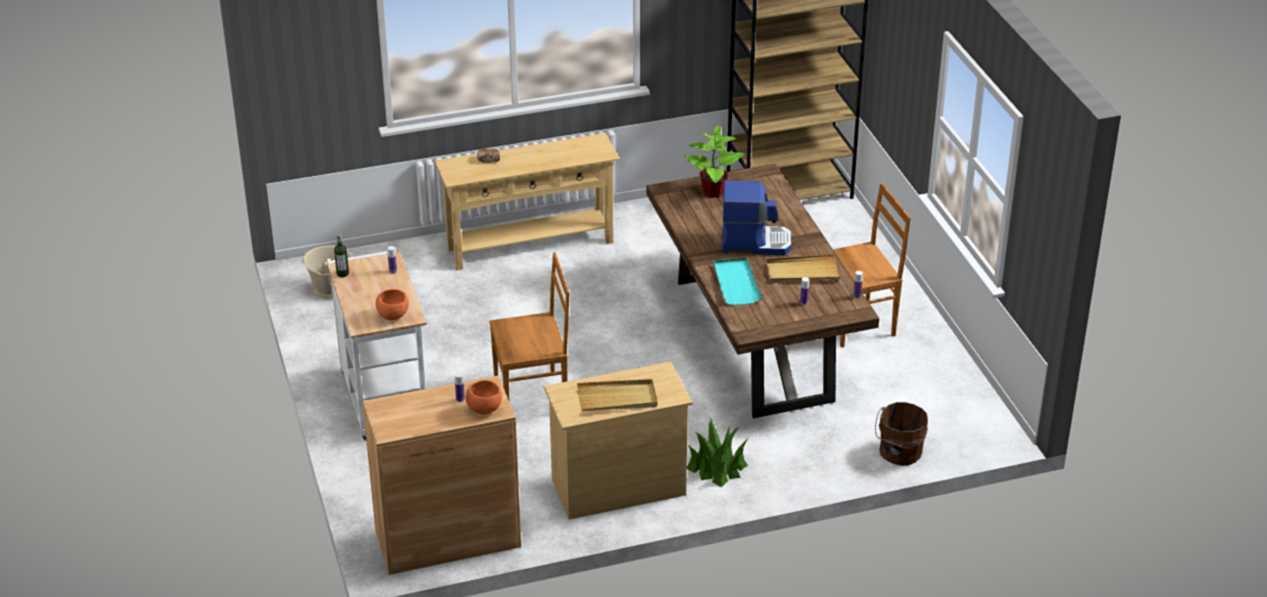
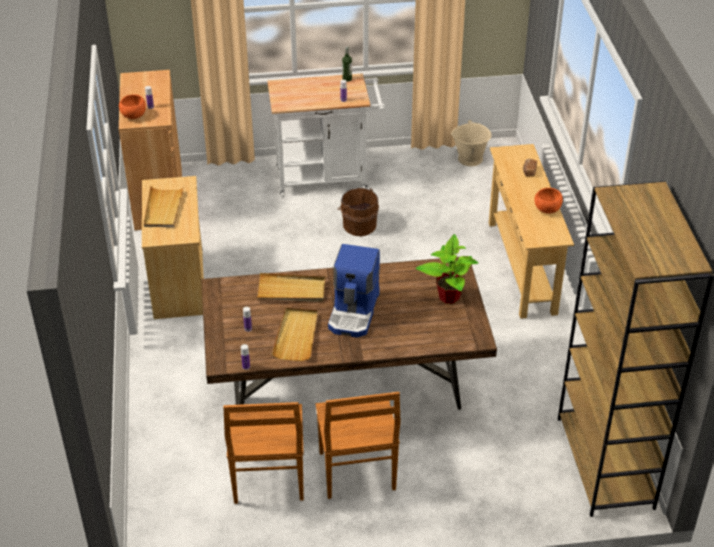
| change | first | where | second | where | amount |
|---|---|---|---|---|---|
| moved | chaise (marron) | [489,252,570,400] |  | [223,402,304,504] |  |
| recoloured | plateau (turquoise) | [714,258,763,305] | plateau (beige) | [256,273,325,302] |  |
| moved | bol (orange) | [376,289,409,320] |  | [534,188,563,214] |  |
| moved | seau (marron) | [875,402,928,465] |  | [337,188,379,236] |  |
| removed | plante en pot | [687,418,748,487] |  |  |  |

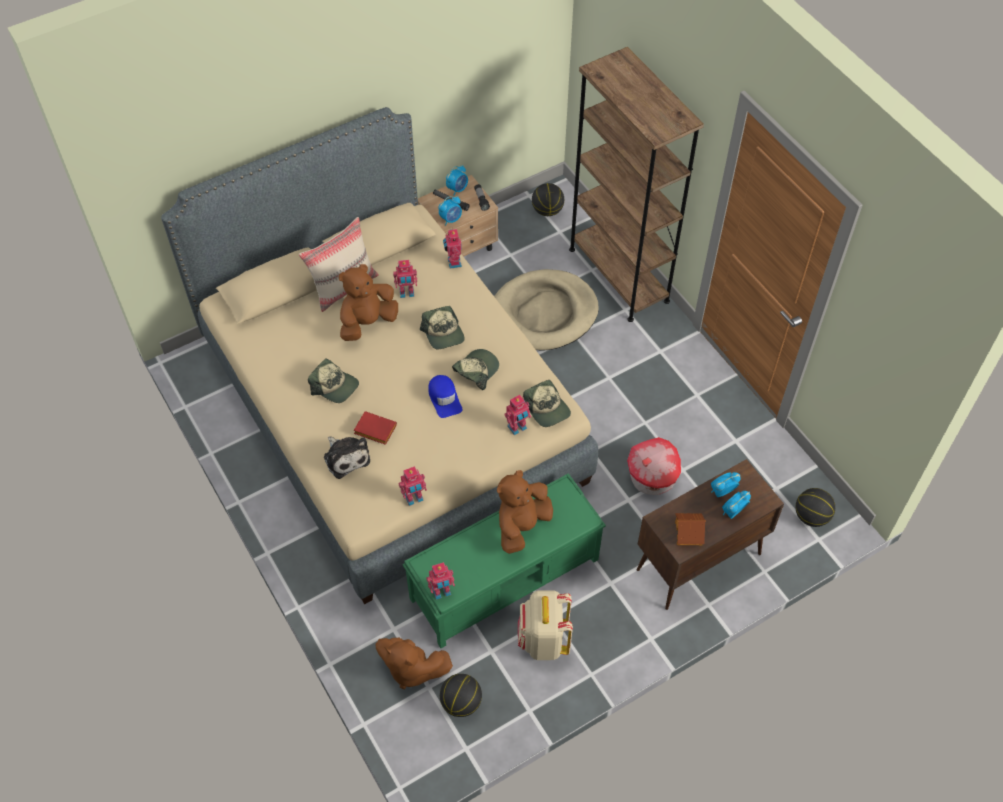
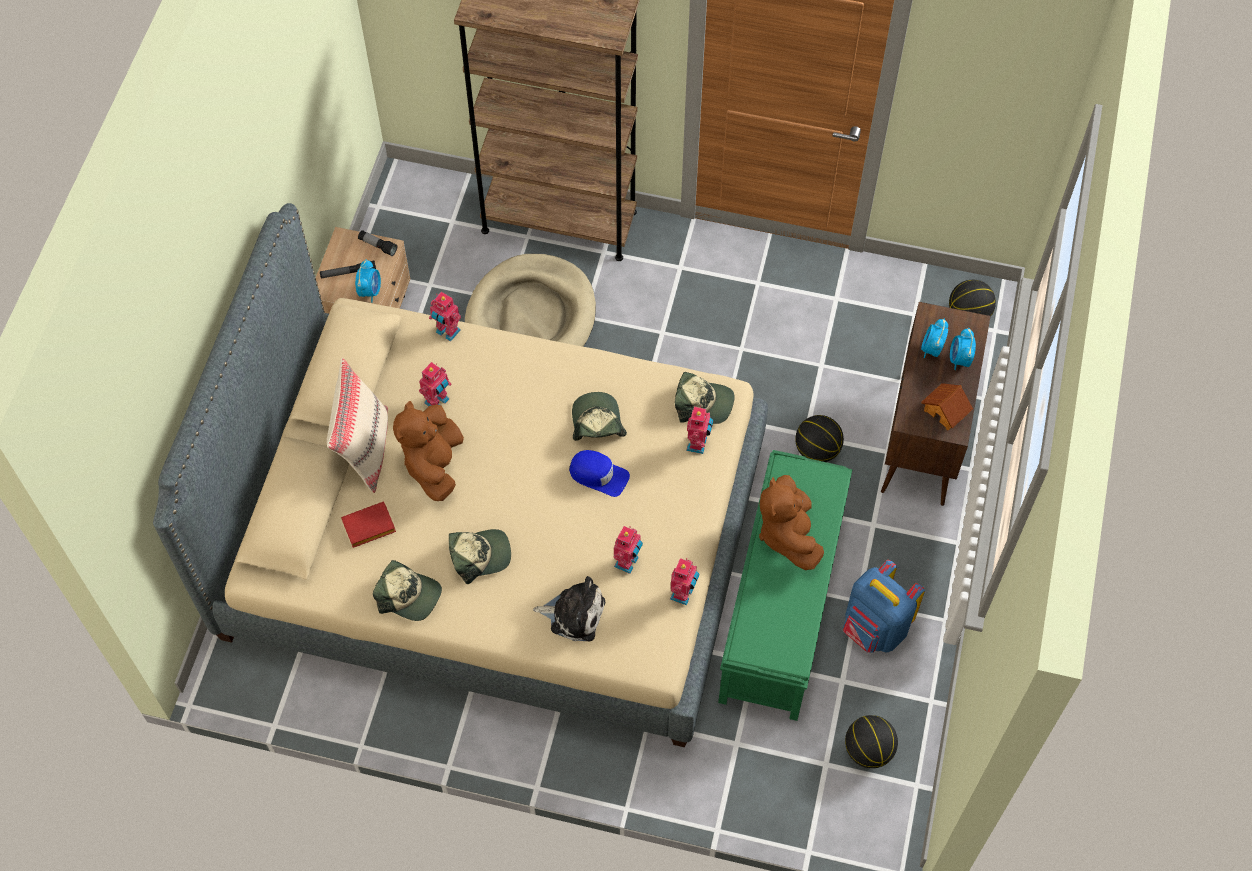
| change | first | where | second | where | amount |
|---|---|---|---|---|---|
| removed | réveil | [446,165,468,196] |  |  |  |
| moved | ballon de basket | [532,183,564,216] |  | [795,415,844,462] |  |
| moved | casquette | [420,306,465,349] |  | [373,560,442,621] |  |
| moved | livre (rouge) | [354,411,397,445] |  | [341,501,396,548] |  |
| removed | maison miniature | [627,437,681,495] |  |  |  |
| moved | robot jouet | [426,562,455,600] |  | [614,526,643,574] |  |
| recoloured | sac à dos (beige) | [518,590,573,660] | sac à dos (bleu) | [843,560,925,653] |  |
| removed | peluche (marron) | [376,638,453,689] |  |  |  |

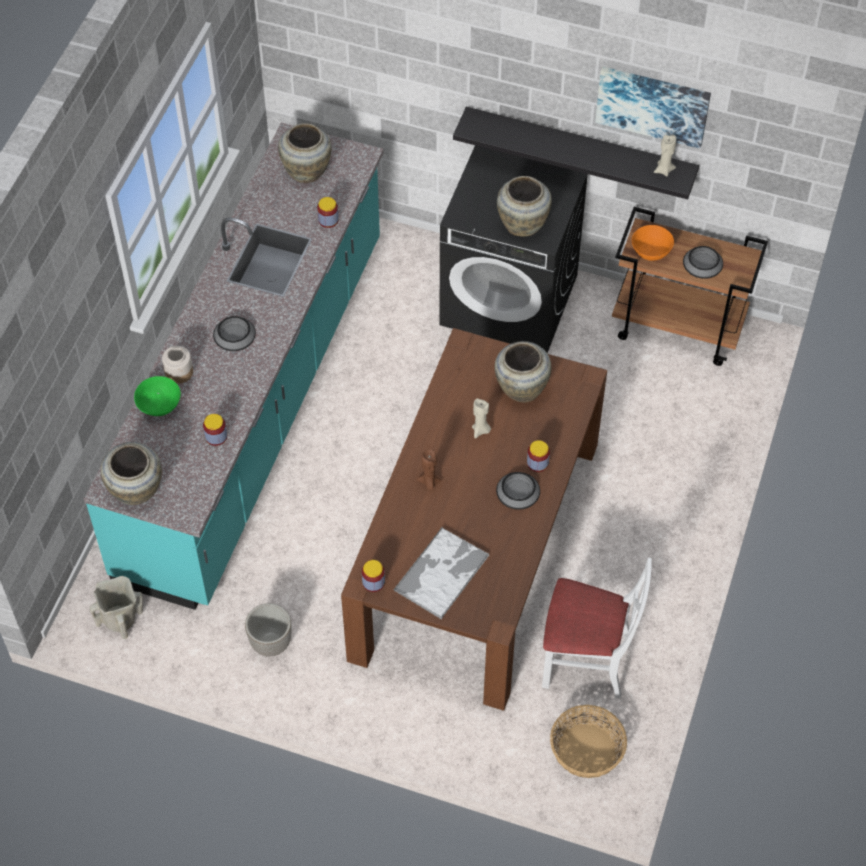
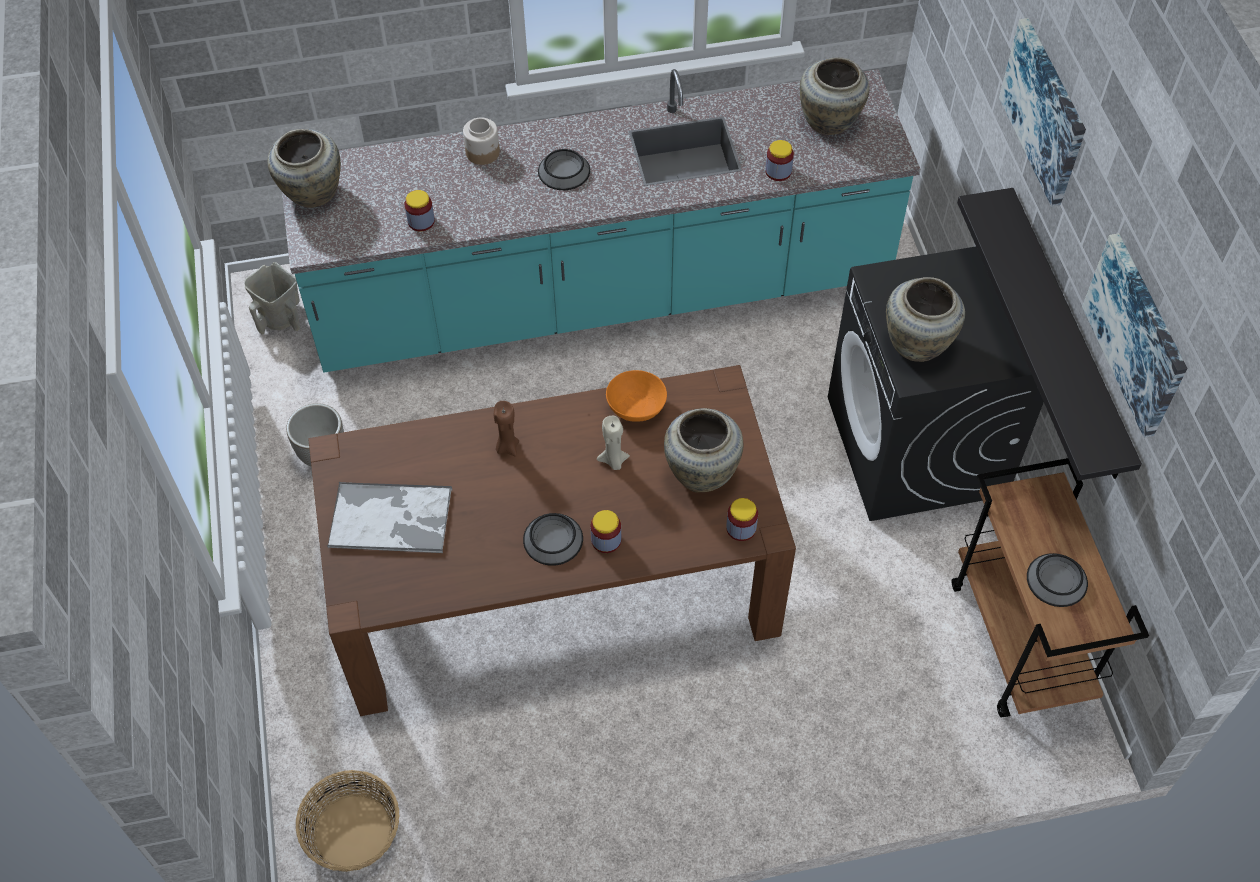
| change | first | where | second | where | amount |
|---|---|---|---|---|---|
| removed | bougie (beige) | [654,135,676,176] |  |  |  |
| moved | bol (orange) | [632,225,674,261] |  | [606,370,667,422] |  |
| removed | bol (vert) | [134,376,181,416] |  |  |  |
| removed | chaise (blanc) | [542,558,652,698] |  |  |  |
| moved | bocal | [362,560,385,592] |  | [726,498,758,541] |  |
| added |  |  | tableau | [999,18,1086,207] |  |

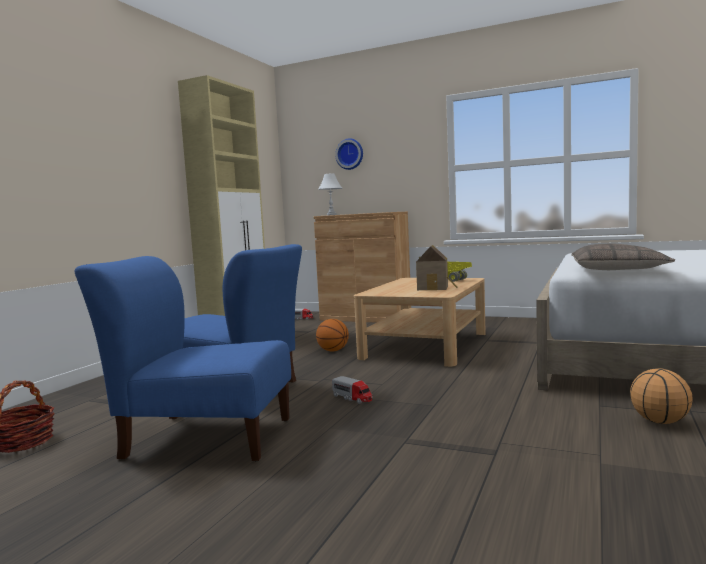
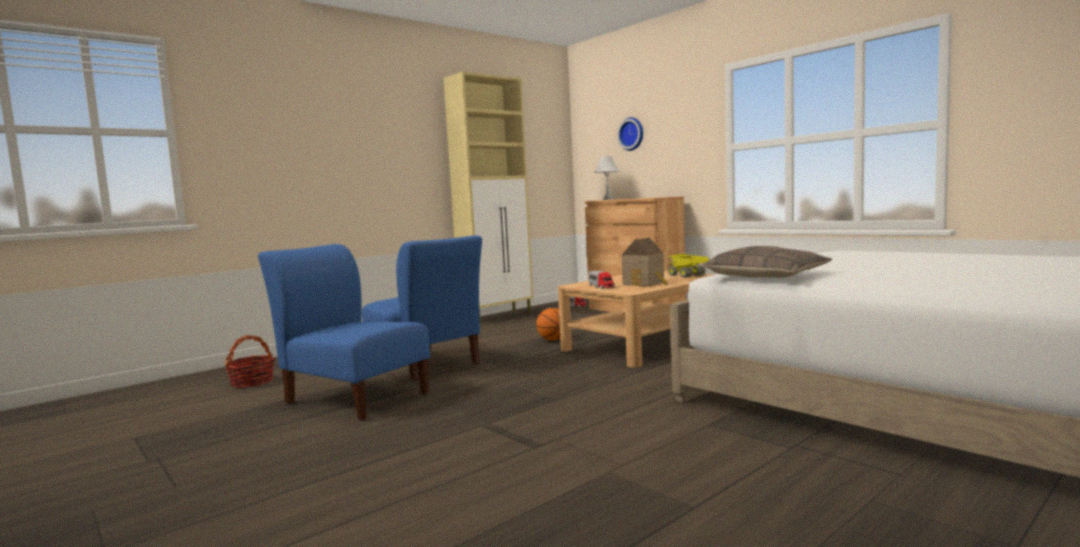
| change | first | where | second | where | amount |
|---|---|---|---|---|---|
| removed | ballon de basket | [630,368,693,424] |  |  |  |
| moved | camion jouet | [332,376,372,404] |  | [589,271,615,289] |  |

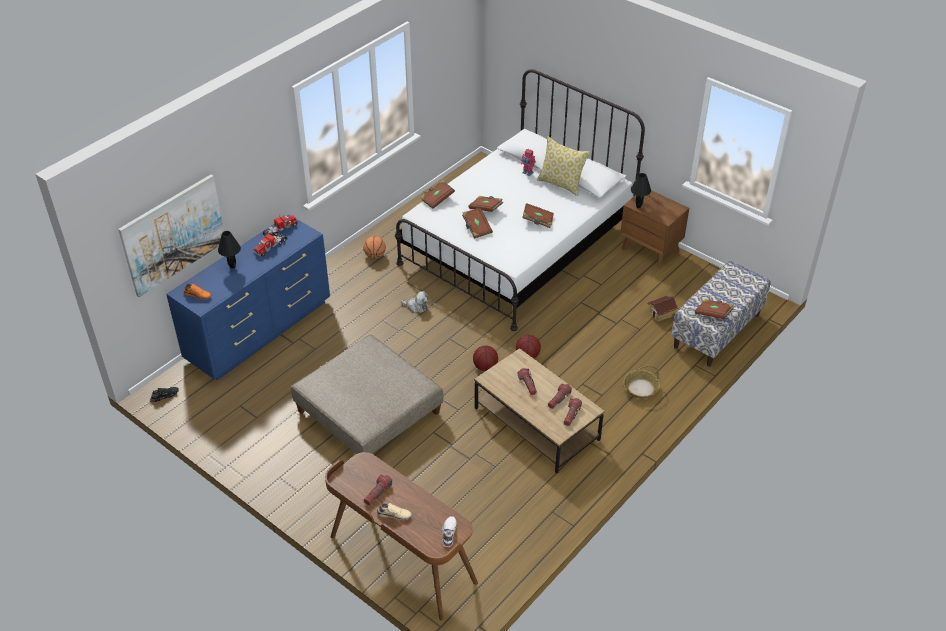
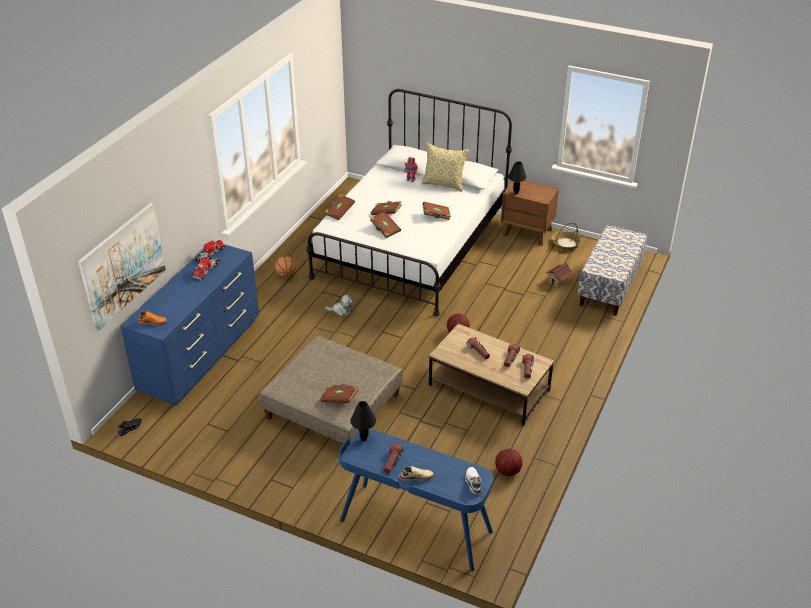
| change | first | where | second | where | amount |
|---|---|---|---|---|---|
| moved | lampe de table (noir) | [218,231,241,269] |  | [351,401,376,441] |  |
| moved | livre (marron) | [695,299,734,319] |  | [320,384,358,403] |  |
| moved | ballon de basket | [473,346,498,371] |  | [495,449,523,476] |  |
| moved | panier | [623,365,660,399] |  | [552,222,581,250] |  |
| recoloured | bureau (marron) | [325,452,478,620] | bureau (bleu) | [339,429,494,571] |  |

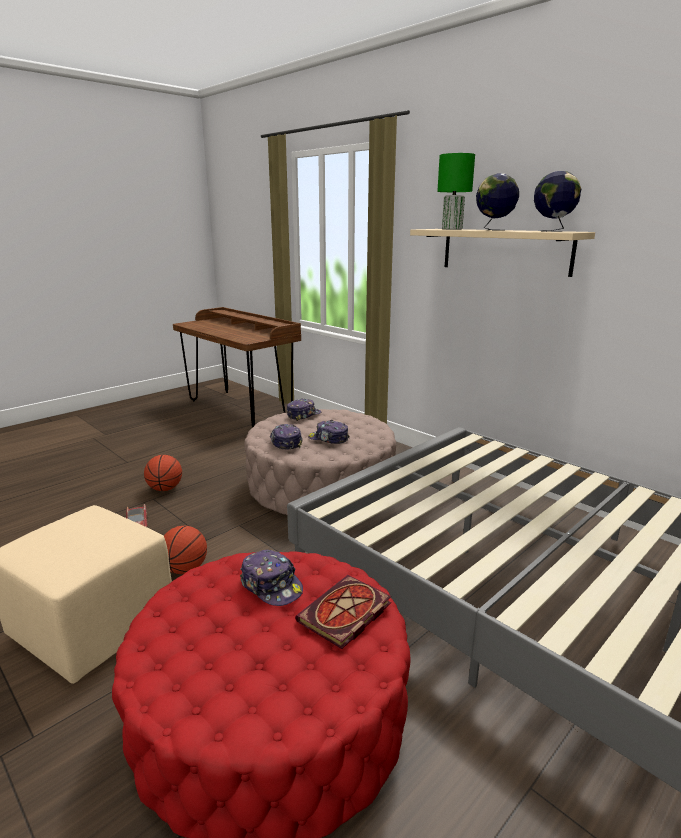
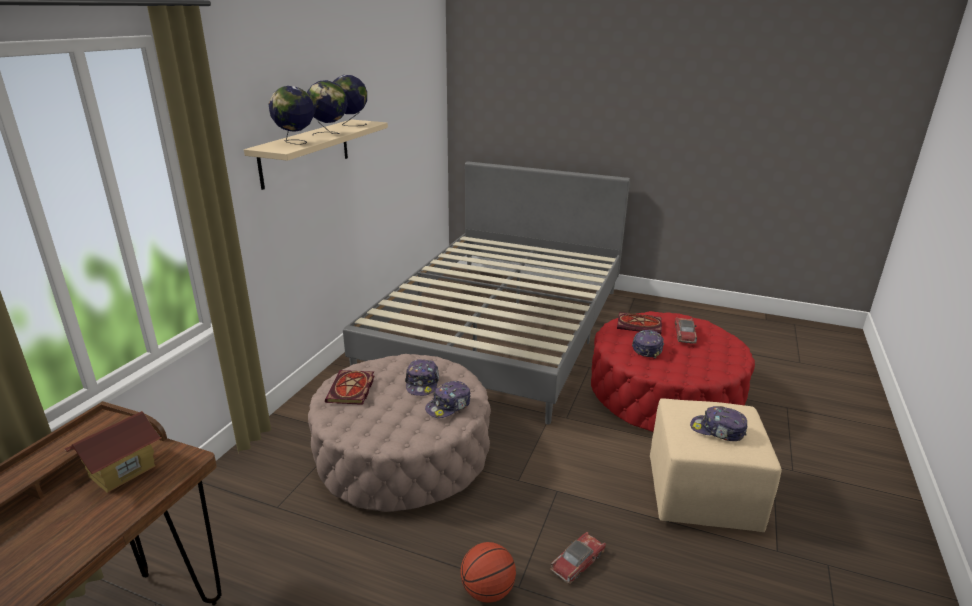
| change | first | where | second | where | amount |
|---|---|---|---|---|---|
| replaced | lampe de table (vert) | [437,153,475,230] | globe | [269,86,314,145] |  |
| moved | casquette | [287,399,321,421] |  | [690,406,747,441] |  |
| removed | ballon de basket | [164,526,207,574] |  |  |  |
| added |  |  | petite voiture | [675,317,697,344] |  |
| added |  |  | livre | [325,370,374,405] |  |
| added |  |  | maison miniature | [64,411,161,493] |  |

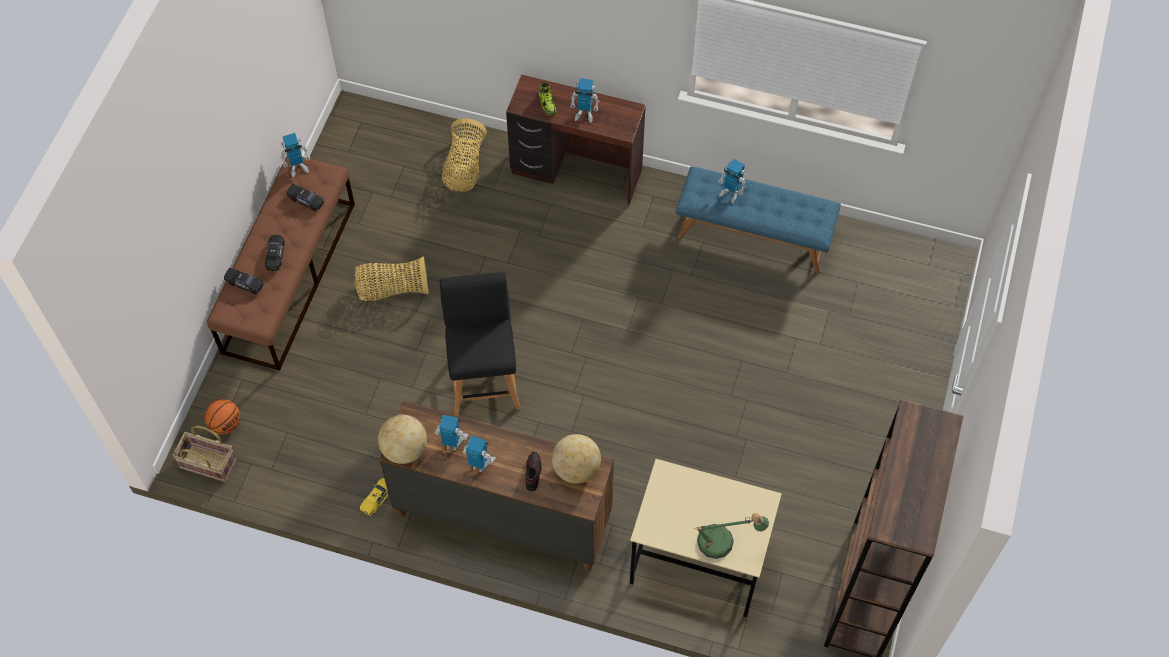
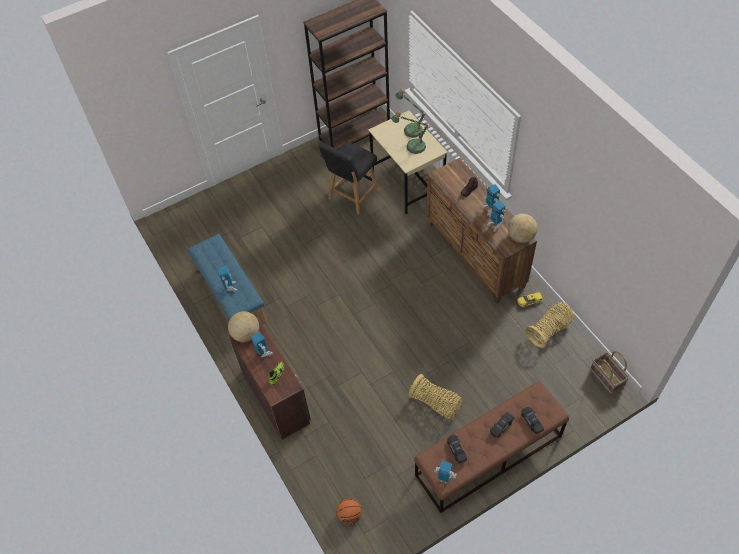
| change | first | where | second | where | amount |
|---|---|---|---|---|---|
| moved | panier | [442,119,487,192] |  | [525,302,574,348] |  |
| moved | chaise (noir) | [440,272,521,416] |  | [319,142,380,215] |  |
| moved | ballon de basket | [204,399,240,434] |  | [336,498,362,525] |  |
| moved | globe | [552,434,601,484] |  | [228,311,259,342] |  |
| added |  |  | lampe de table | [391,111,429,154] |  |

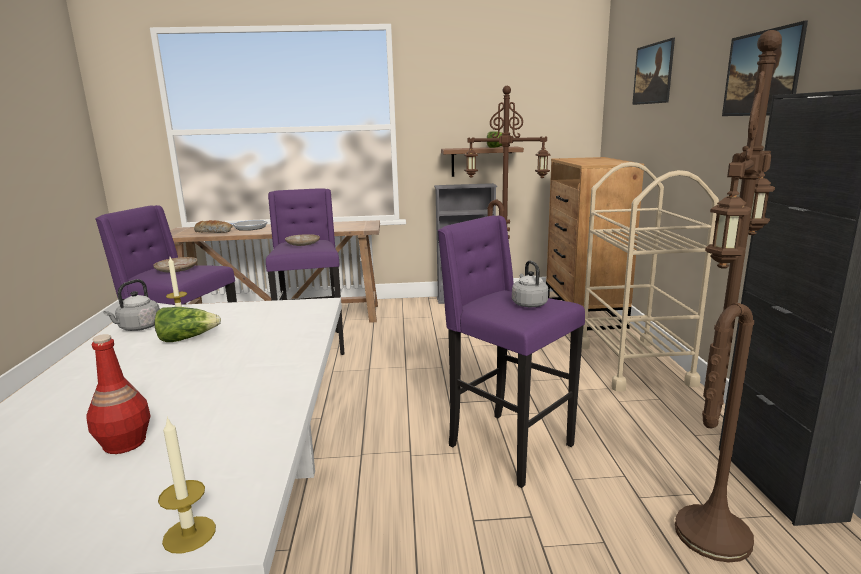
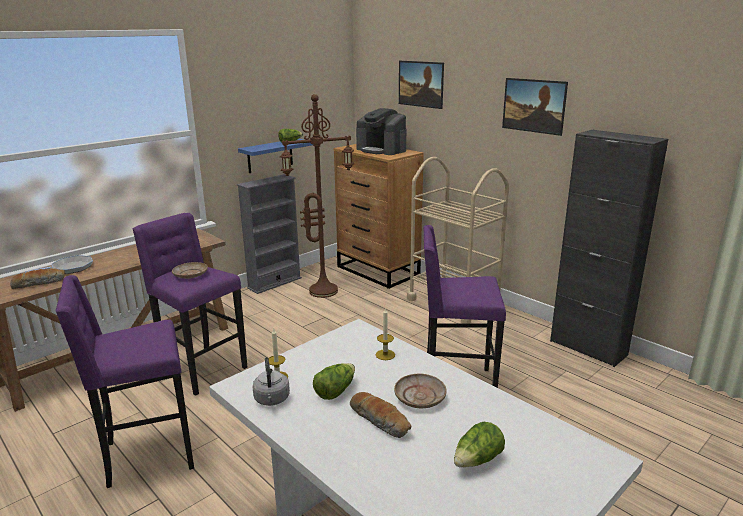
| change | first | where | second | where | amount |
|---|---|---|---|---|---|
| removed | lampadaire (marron) | [675,30,782,563] |  |  |  |
| recoloured | étagère (marron) | [441,147,524,177] | étagère (bleu) | [238,139,313,173] |  |
| moved | assiette (beige) | [153,257,197,272] |  | [394,374,447,408] |  |
| removed | bouilloire (gris) | [512,260,548,307] |  |  |  |
| replaced | bouteille (rouge) | [86,334,150,454] | laitue | [454,422,505,467] |  |
| moved | bougie | [158,416,216,554] |  | [376,307,395,360] |  |
| added |  |  | machine à café | [356,108,406,155] |  |
| added |  |  | pain | [350,392,411,438] |  |

